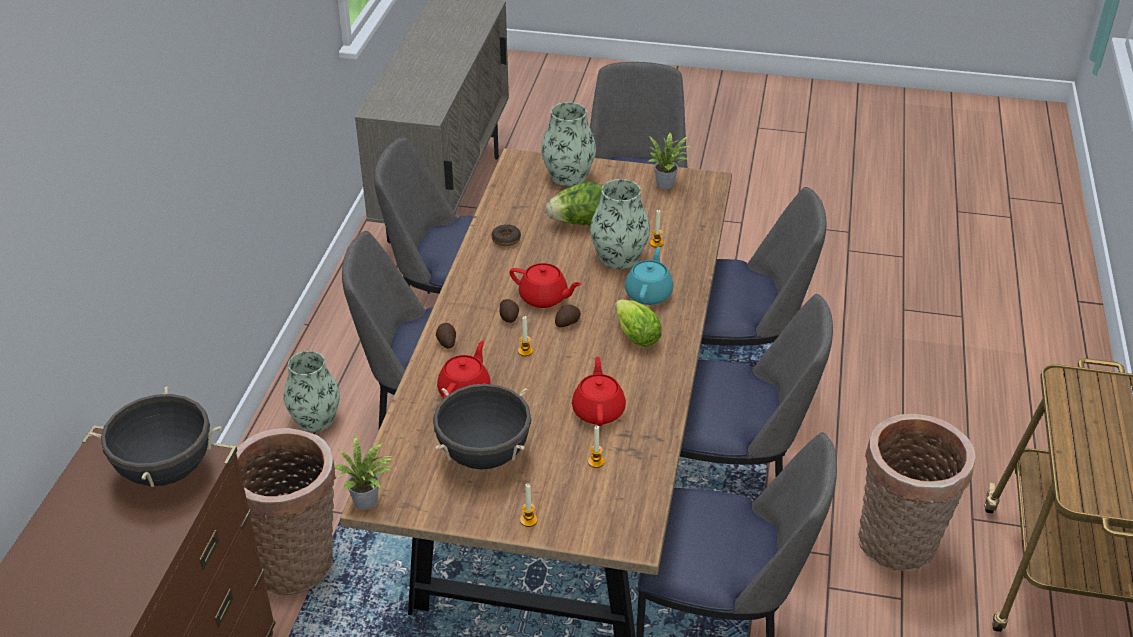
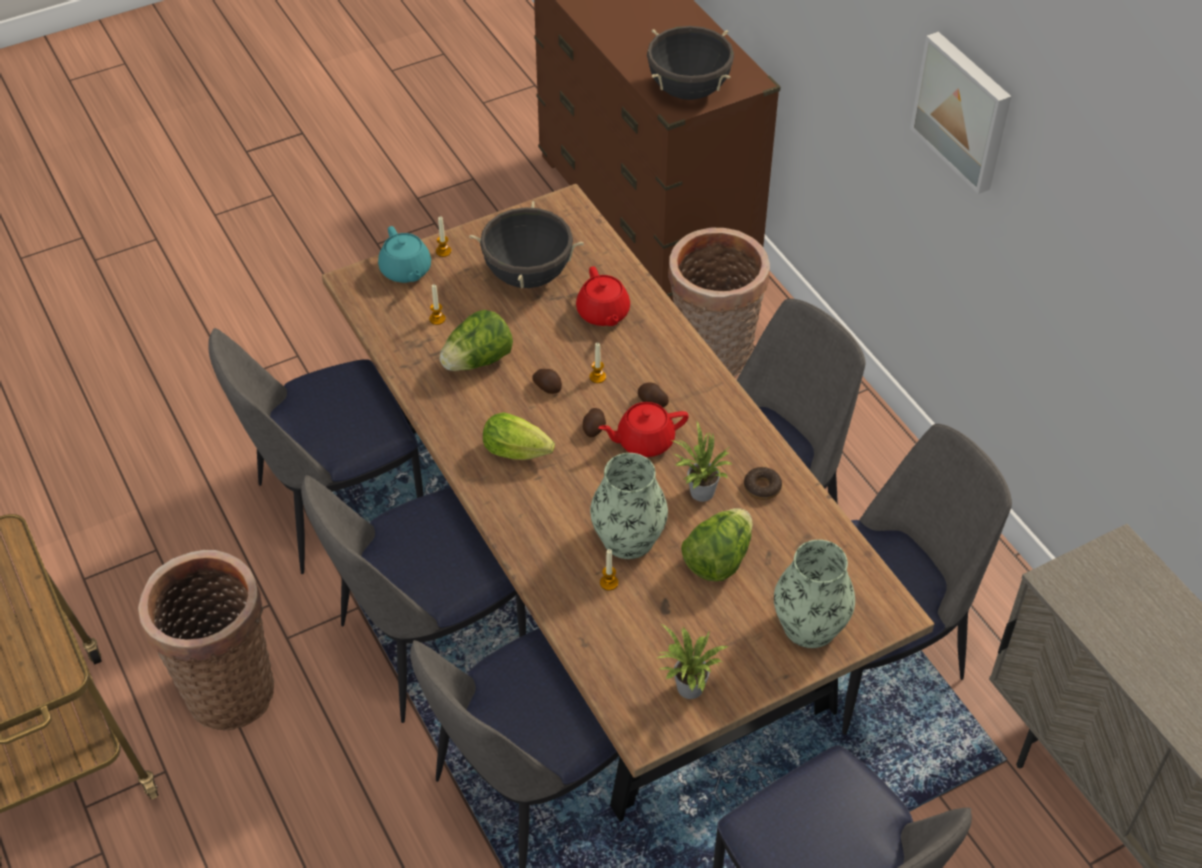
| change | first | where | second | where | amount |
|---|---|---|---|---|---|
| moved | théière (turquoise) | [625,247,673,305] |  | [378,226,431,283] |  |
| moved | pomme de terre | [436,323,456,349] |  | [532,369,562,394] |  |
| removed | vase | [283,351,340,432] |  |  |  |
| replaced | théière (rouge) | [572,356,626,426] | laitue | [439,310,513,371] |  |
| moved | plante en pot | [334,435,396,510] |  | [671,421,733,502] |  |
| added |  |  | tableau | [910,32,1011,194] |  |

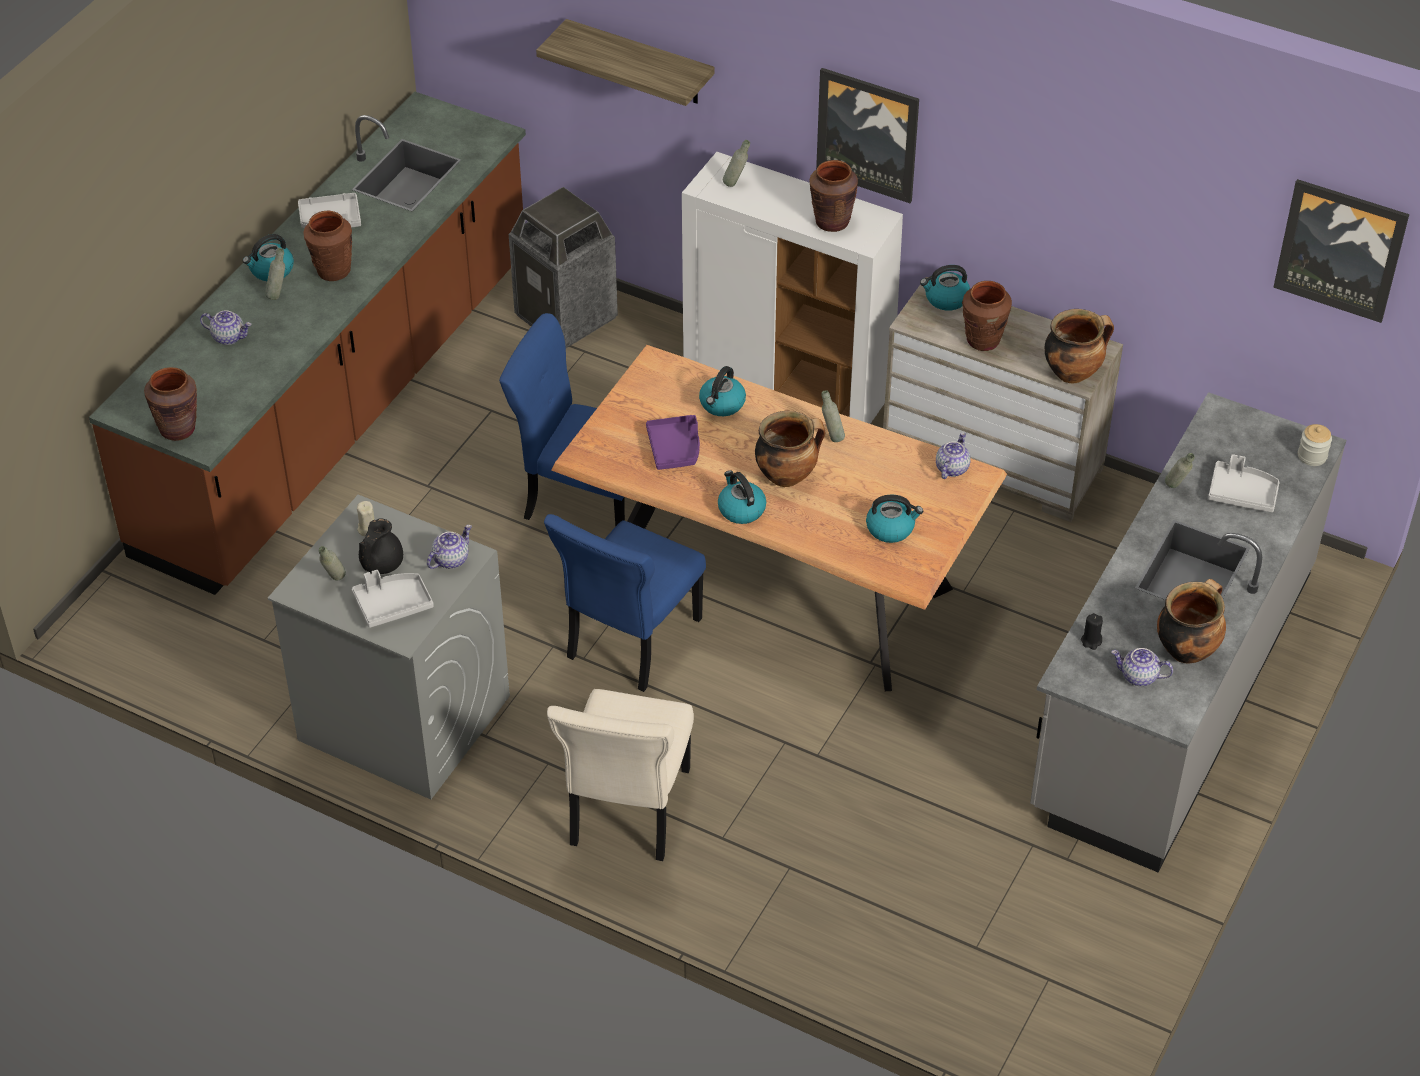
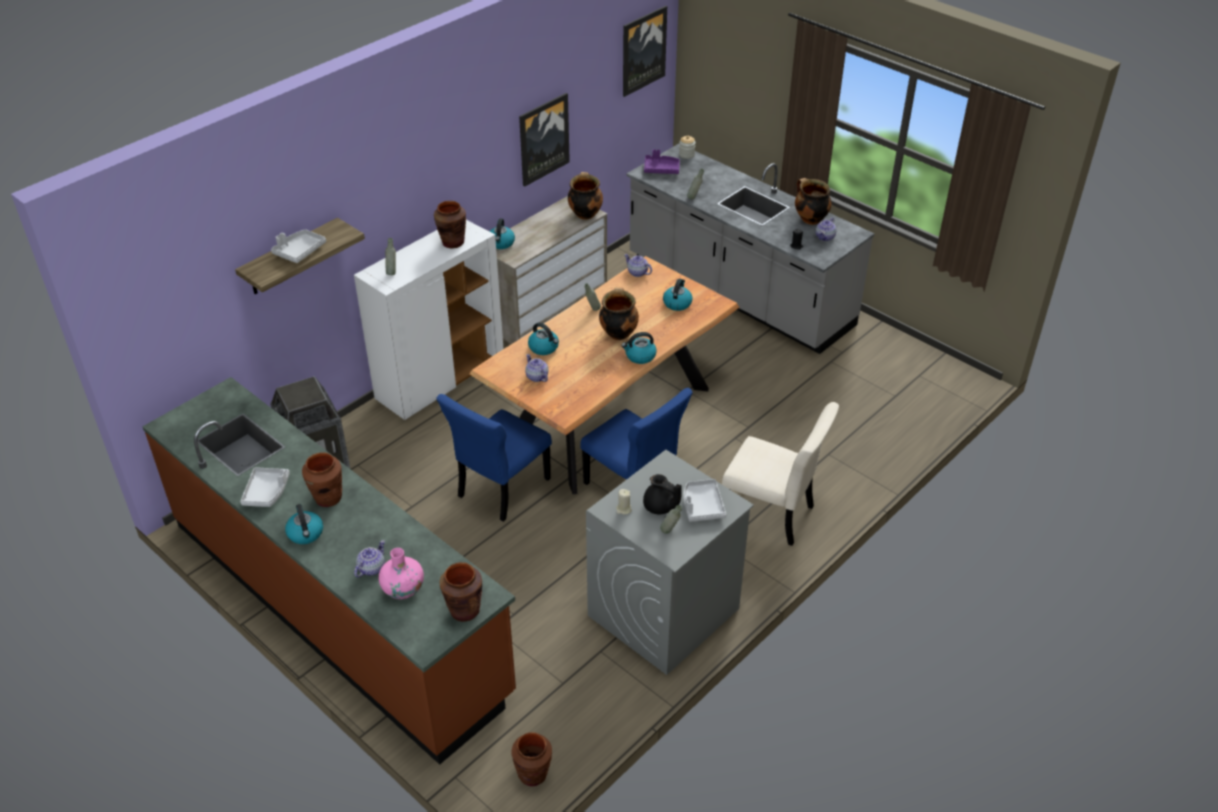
| change | first | where | second | where | amount |
|---|---|---|---|---|---|
| moved | tableau | [816,68,919,203] |  | [519,93,570,187] |  |
| removed | bouteille (gris) | [265,248,285,300] |  |  |  |
| moved | vase (marron) | [962,281,1012,351] |  | [511,732,552,786] |  |
| moved | plateau (violet) | [646,415,700,470] |  | [644,150,680,174] |  |
| moved | plateau (gris) | [1208,454,1280,512] |  | [271,229,326,263] |  |
| moved | théière | [427,525,472,569] |  | [525,354,549,382] |  |
| added |  |  | vase (rose) | [379,548,424,599] |  |

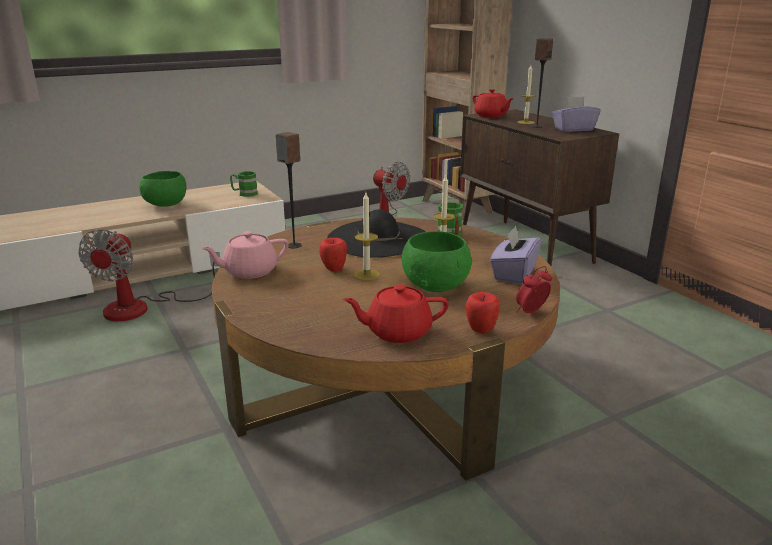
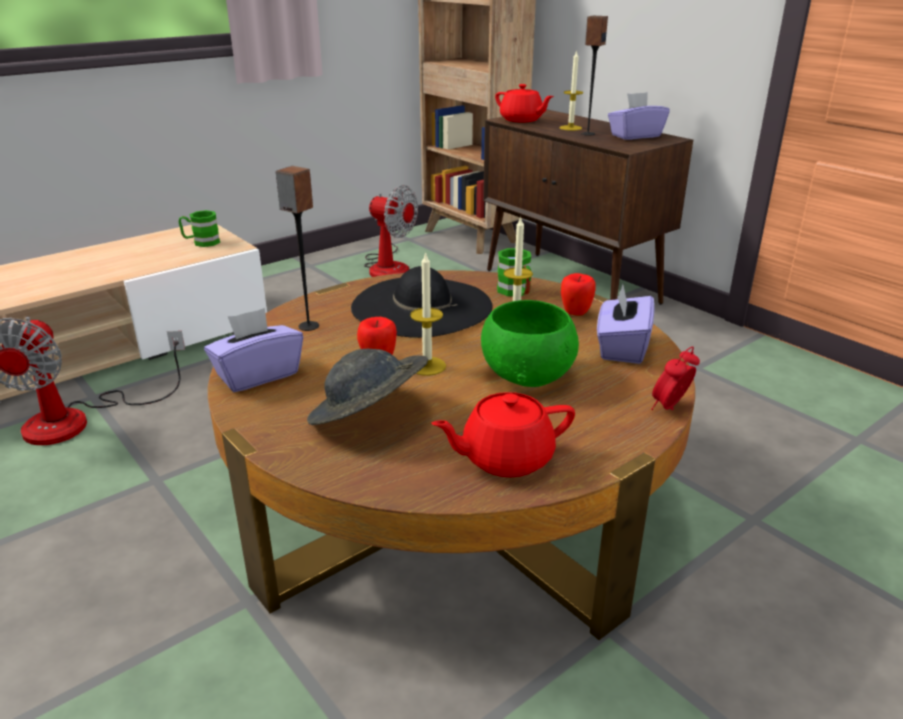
| change | first | where | second | where | amount |
|---|---|---|---|---|---|
| removed | bol (vert) | [139,171,187,207] |  |  |  |
| replaced | théière (rose) | [201,231,289,279] | boîte à mouchoirs (violet) | [204,308,303,392] |  |
| moved | pomme | [466,292,500,333] |  | [561,273,596,316] |  |
| added |  |  | chapeau (gris) | [307,349,428,425] |  |

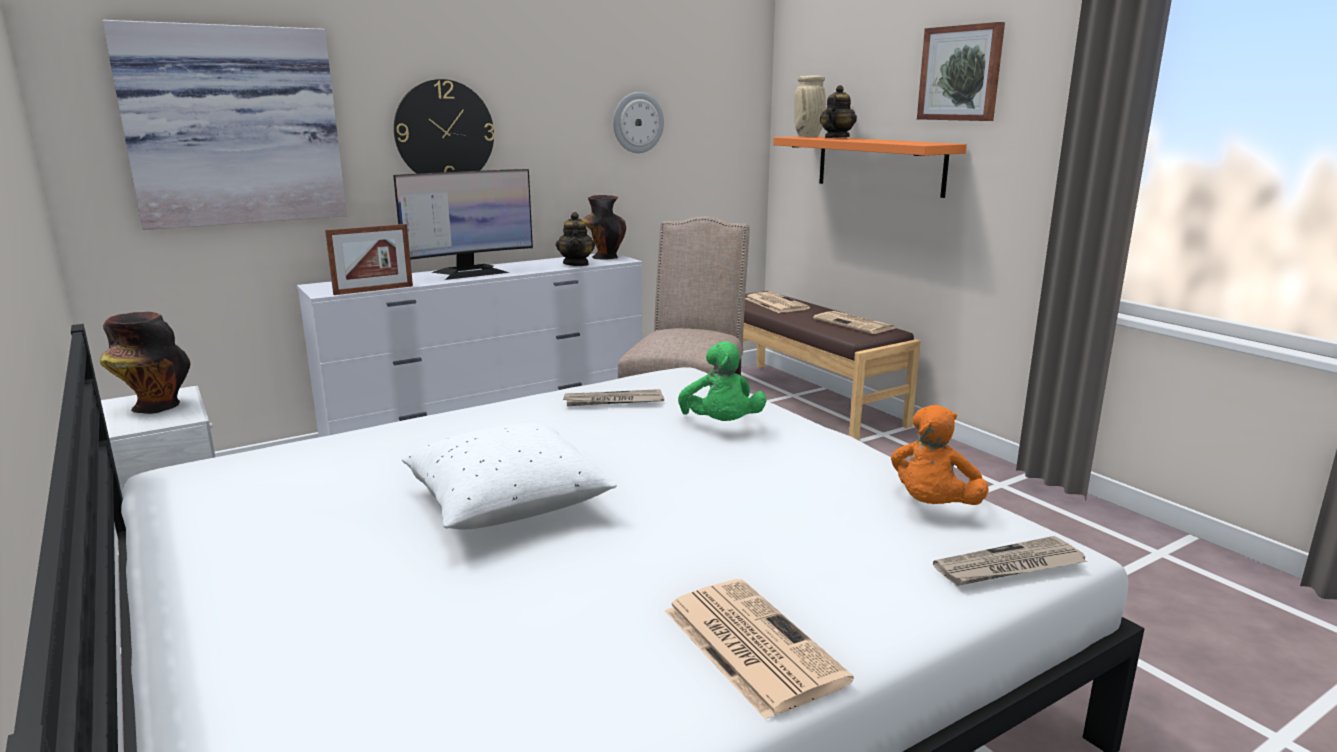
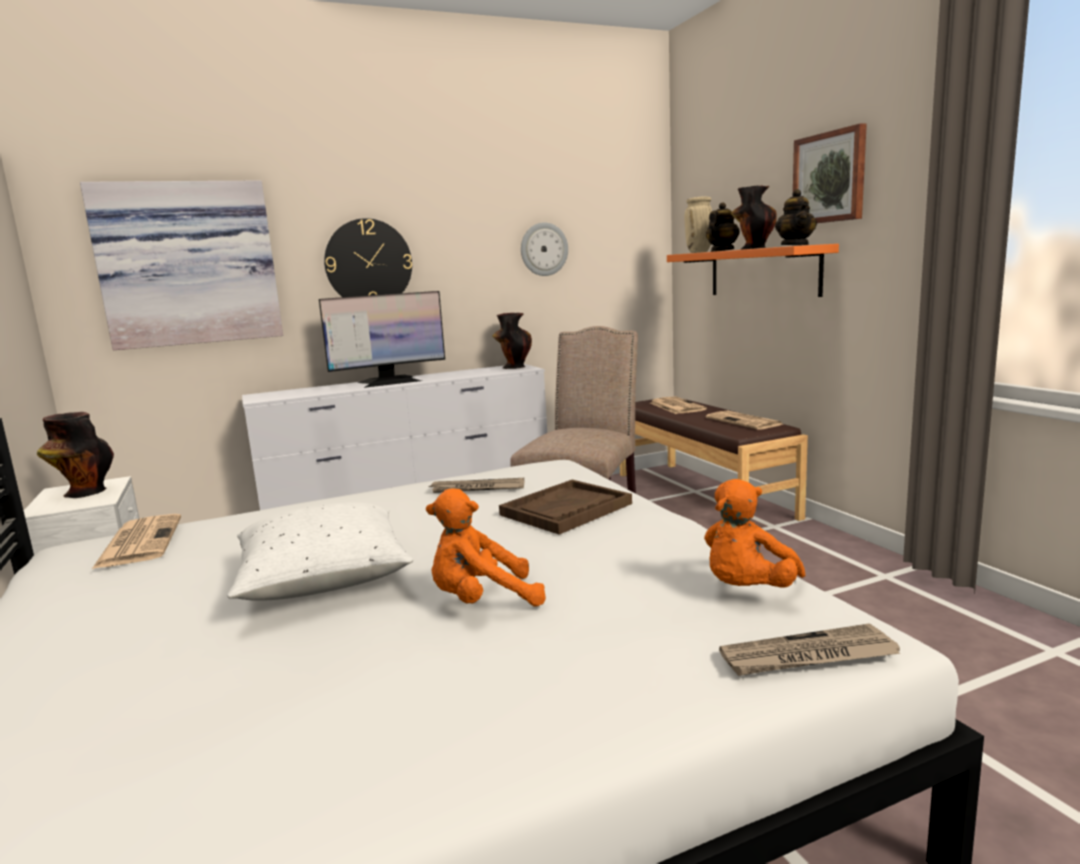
| change | first | where | second | where | amount |
|---|---|---|---|---|---|
| moved | théière | [556,212,595,266] |  | [775,189,817,245] |  |
| removed | cadre photo | [325,224,413,295] |  |  |  |
| replaced | peluche (vert) | [678,341,766,421] | plateau (marron) | [499,480,632,534] |  |
| moved | journal | [665,579,854,720] |  | [92,514,181,569] |  |
| added |  |  | vase | [731,186,777,250] |  |
| added |  |  | peluche (orange) | [426,488,546,607] |  |

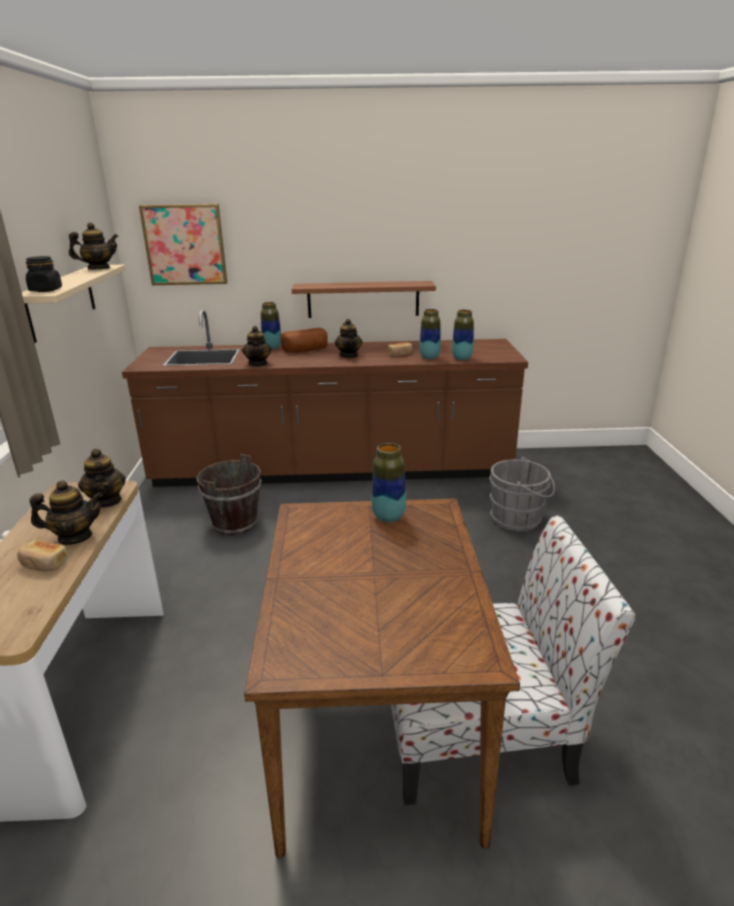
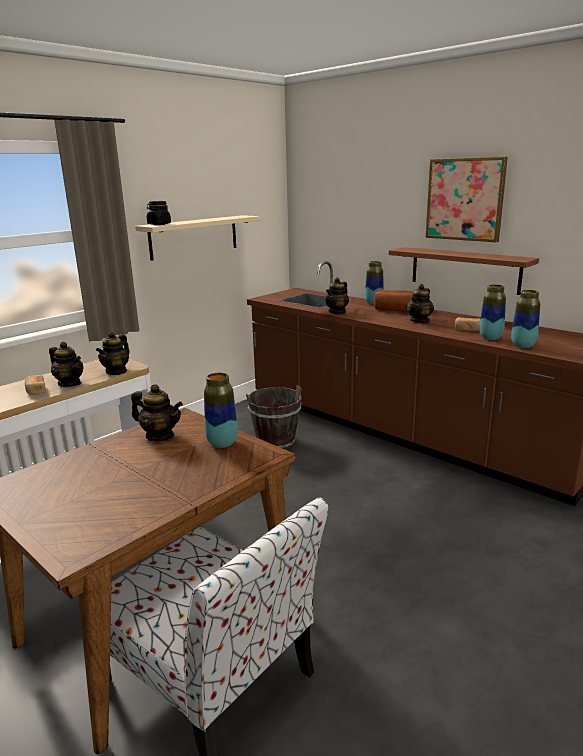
| change | first | where | second | where | amount |
|---|---|---|---|---|---|
| moved | tableau | [139,204,227,285] |  | [425,157,508,242] |  |
| moved | théière | [69,223,118,269] |  | [131,384,183,441] |  |
| removed | seau (gris) | [489,457,555,531] |  |  |  |

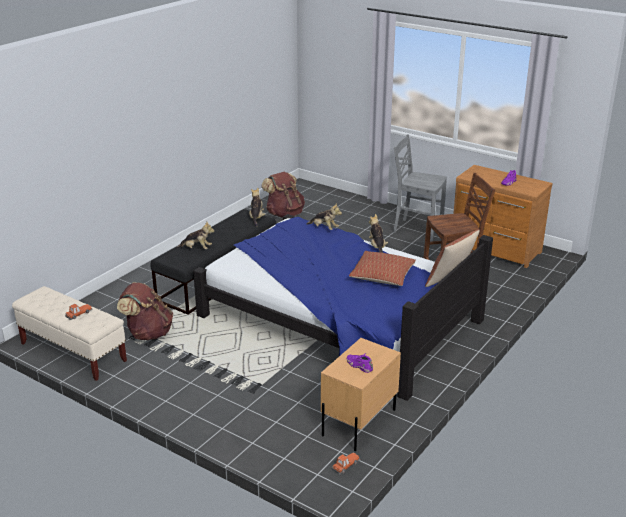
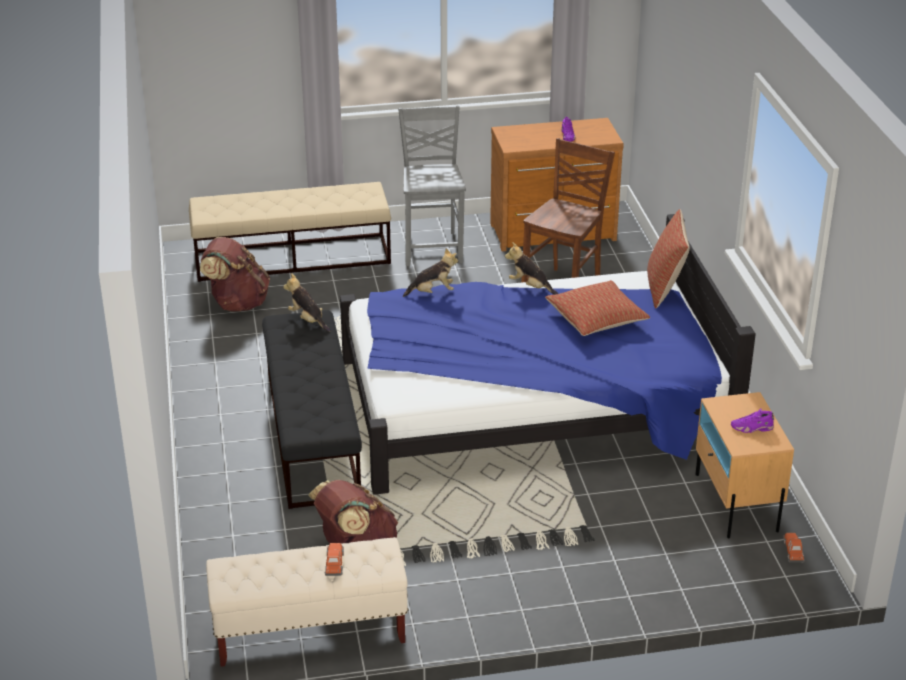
| change | first | where | second | where | amount |
|---|---|---|---|---|---|
| turned | chaise (gris) | [393,134,447,242] |  | [398,106,466,266] | 105 degrees clockwise |
| removed | peluche | [177,222,214,249] |  |  |  |
| added |  |  | banc (beige) | [189,182,391,282] |  |

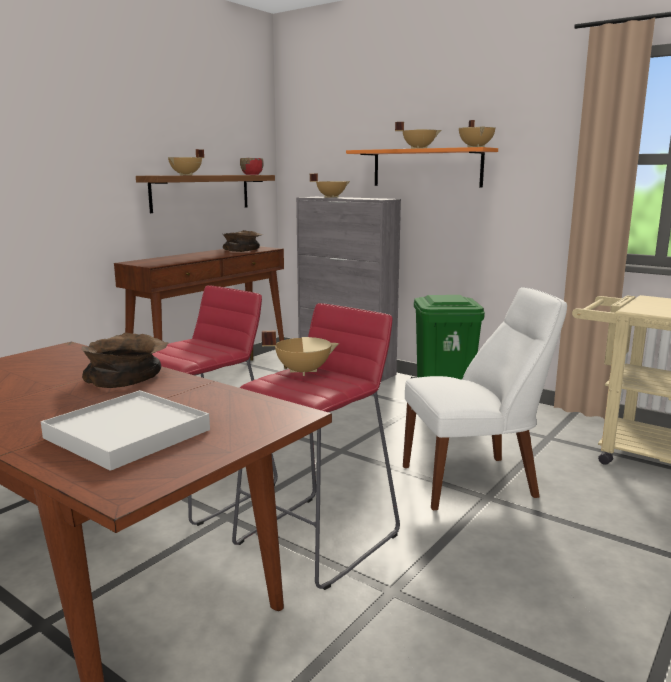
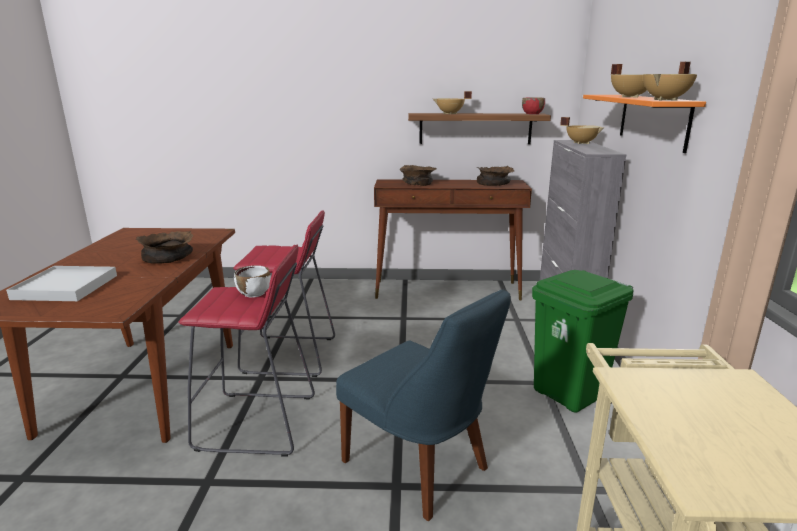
| change | first | where | second | where | amount |
|---|---|---|---|---|---|
| recoloured | chaise (blanc) | [403,287,567,510] | chaise (bleu) | [336,289,511,521] |  |
| replaced | marmite (beige) | [262,331,339,376] | bol (blanc) | [234,265,271,297] |  |
| added |  |  | bol (marron) | [400,165,437,186] |  |

